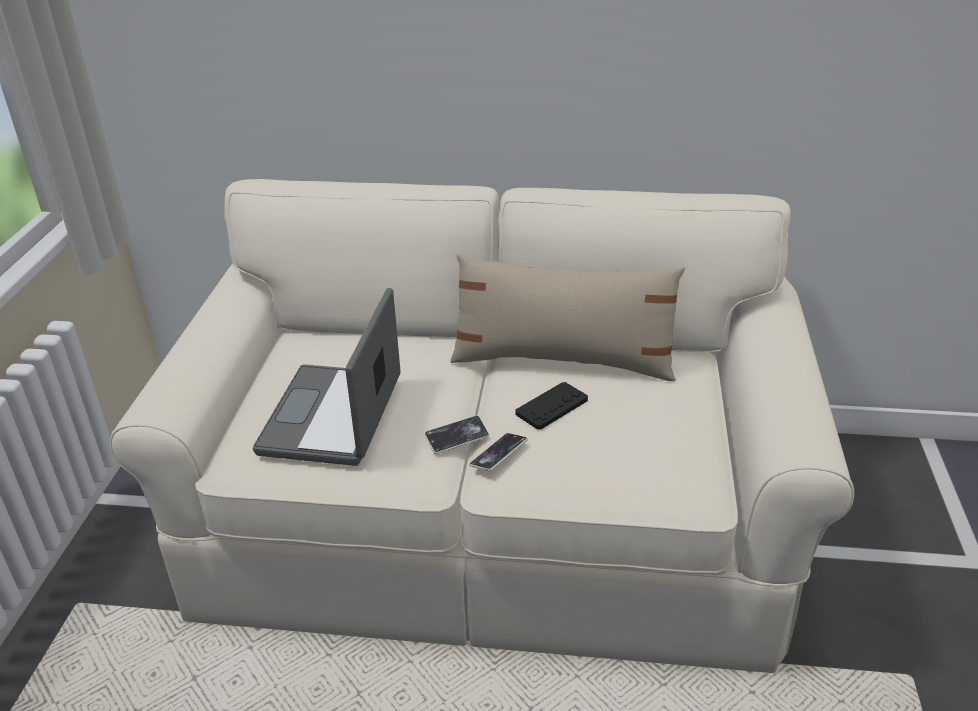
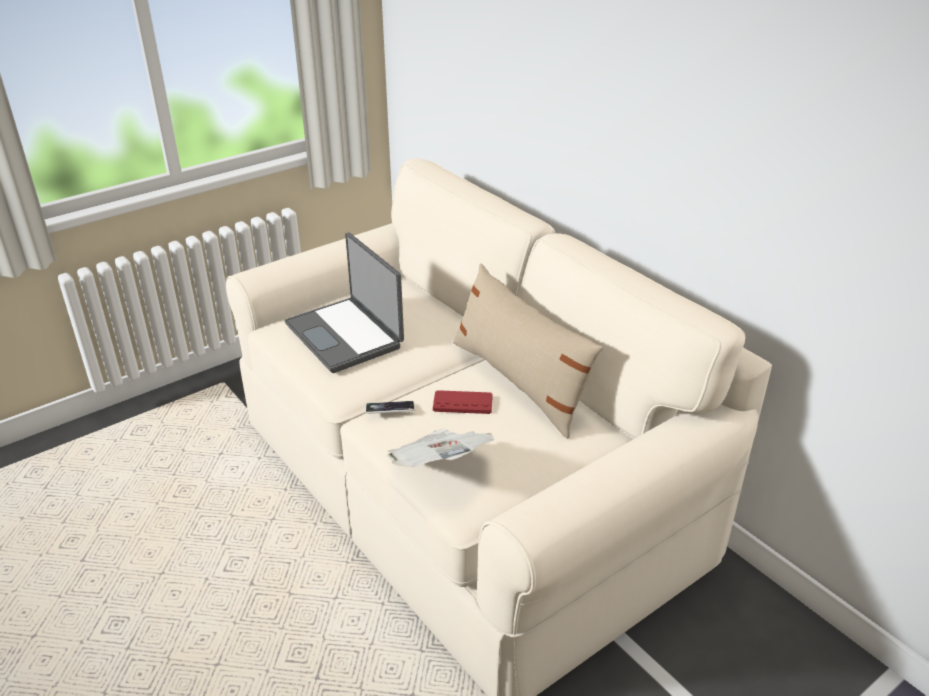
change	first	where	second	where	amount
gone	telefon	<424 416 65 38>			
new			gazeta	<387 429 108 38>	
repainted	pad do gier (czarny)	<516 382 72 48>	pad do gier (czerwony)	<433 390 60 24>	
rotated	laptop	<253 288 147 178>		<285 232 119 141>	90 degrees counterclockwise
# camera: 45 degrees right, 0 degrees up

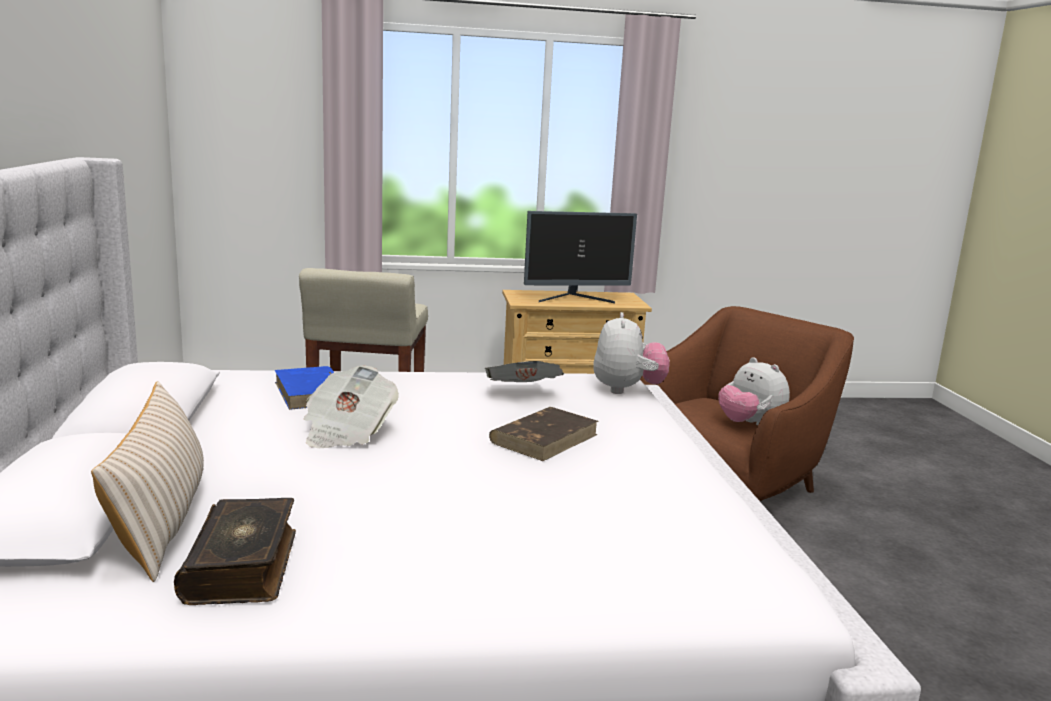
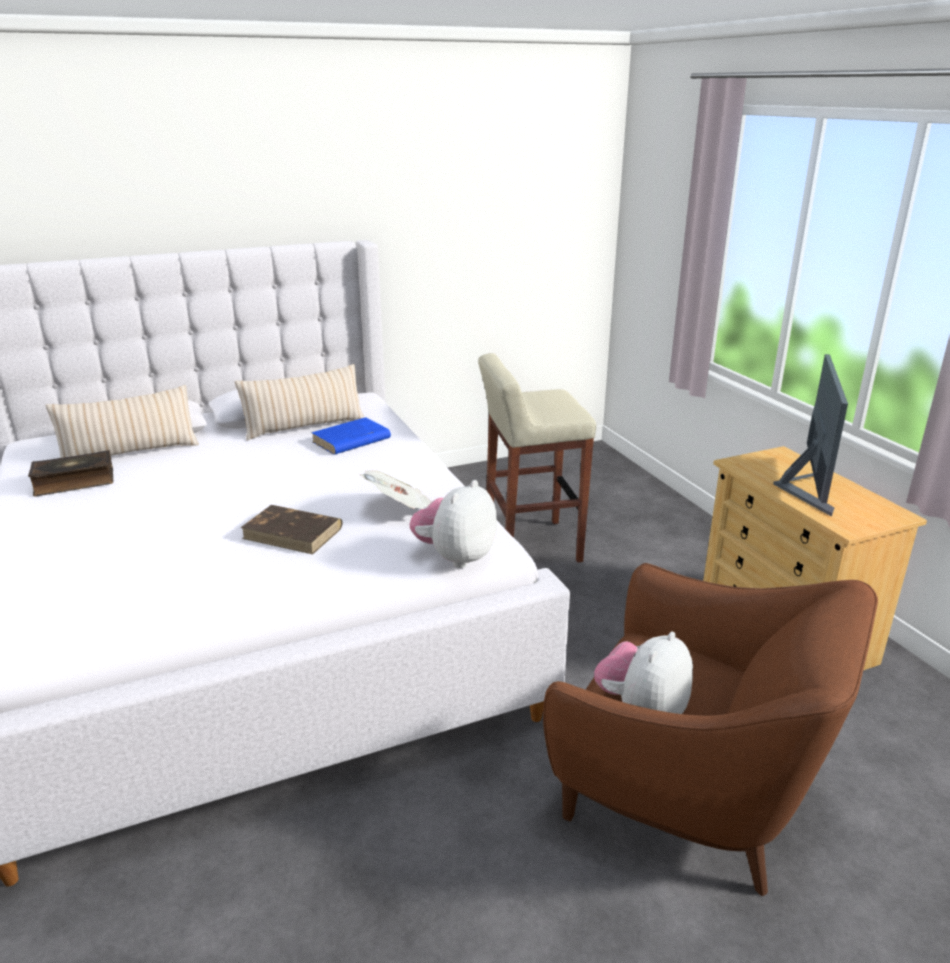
change	first	where	second	where	amount
gone	gazeta	<303 365 96 83>			
new			poduszka (beżowy)	<235 364 129 76>	
rotated	monitor	<524 211 113 92>		<773 354 75 162>	135 degrees counterclockwise
rotated	pluszak	<593 312 77 82>		<409 480 88 88>	135 degrees clockwise
# camera: 75 degrees right, 10 degrees up

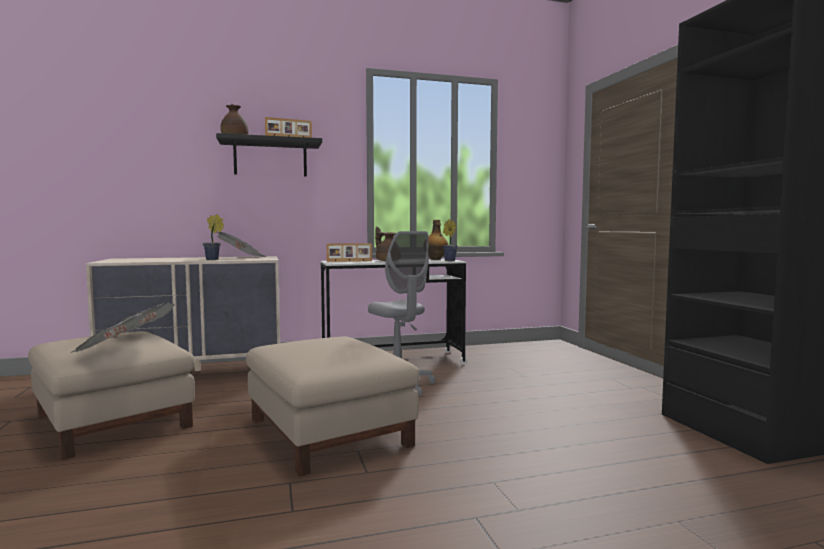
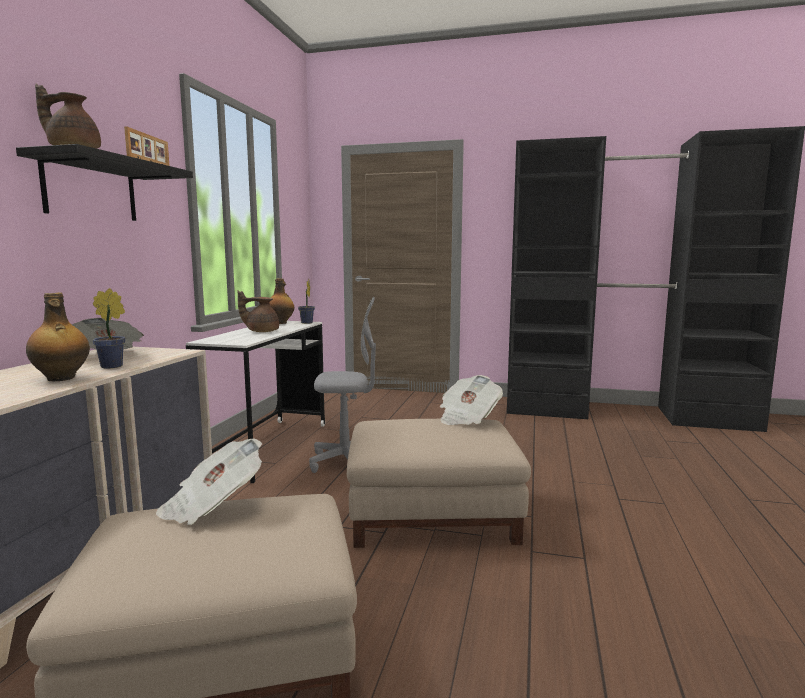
change	first	where	second	where	amount
gone	ramka na zdjęcie	<327 243 45 19>			
new			butelka	<26 293 64 88>	
shifted	gazeta	<70 312 77 41>		<440 375 63 50>	
# camera: 60 degrees left, 5 degrees up

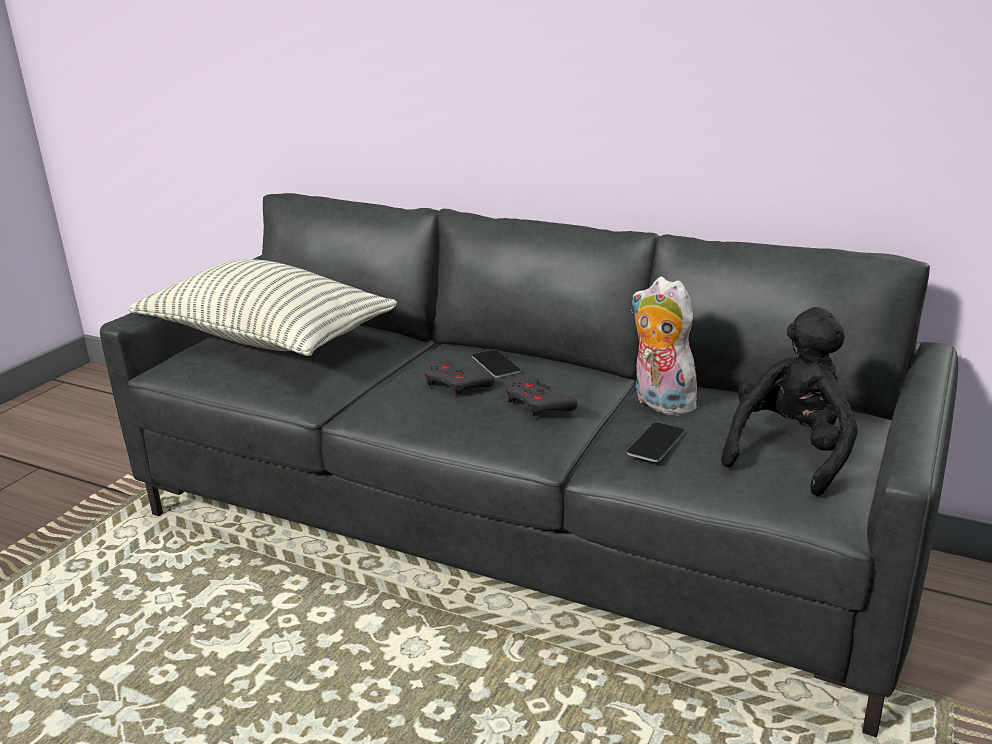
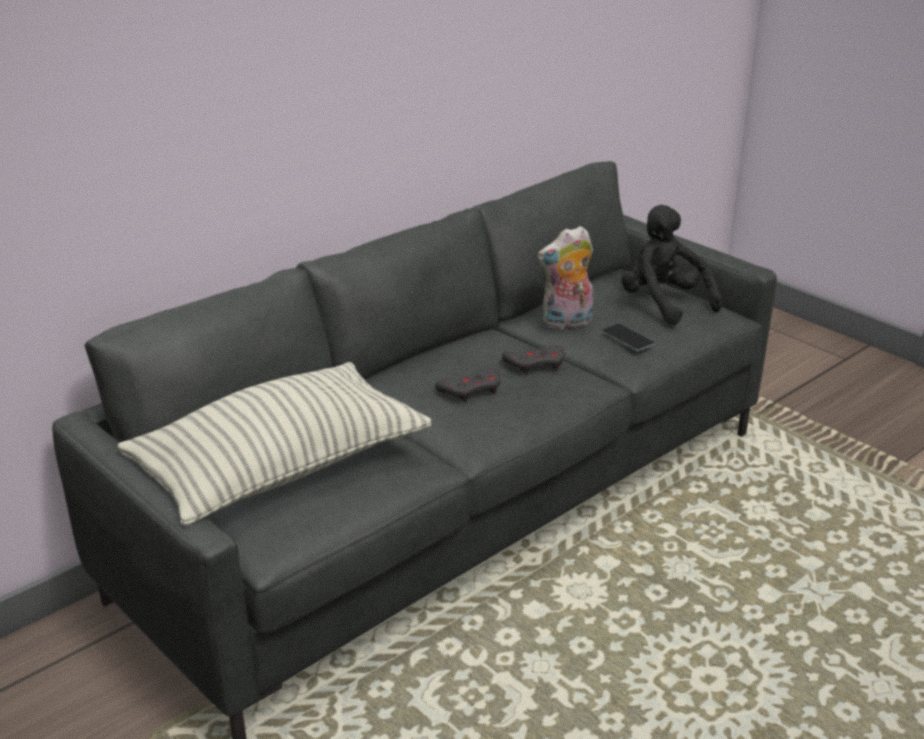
change	first	where	second	where	amount
gone	telefon	<472 350 49 28>			
# camera: 70 degrees left, 5 degrees up

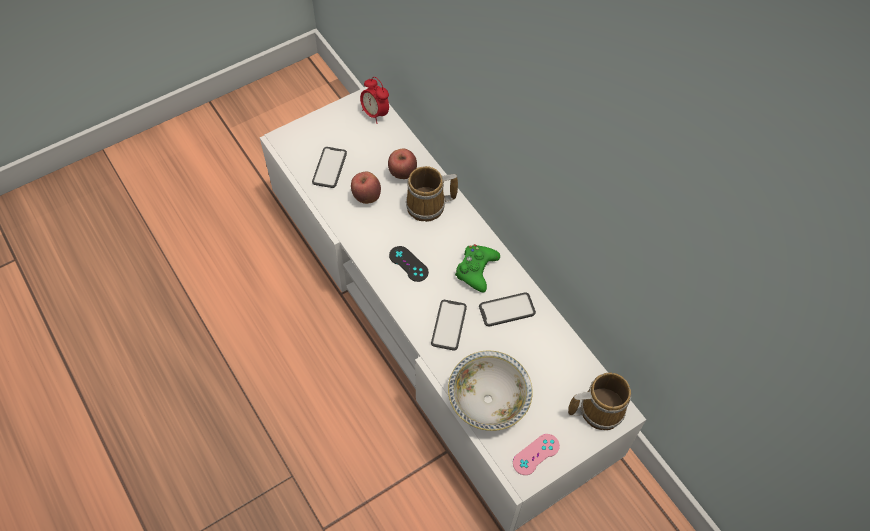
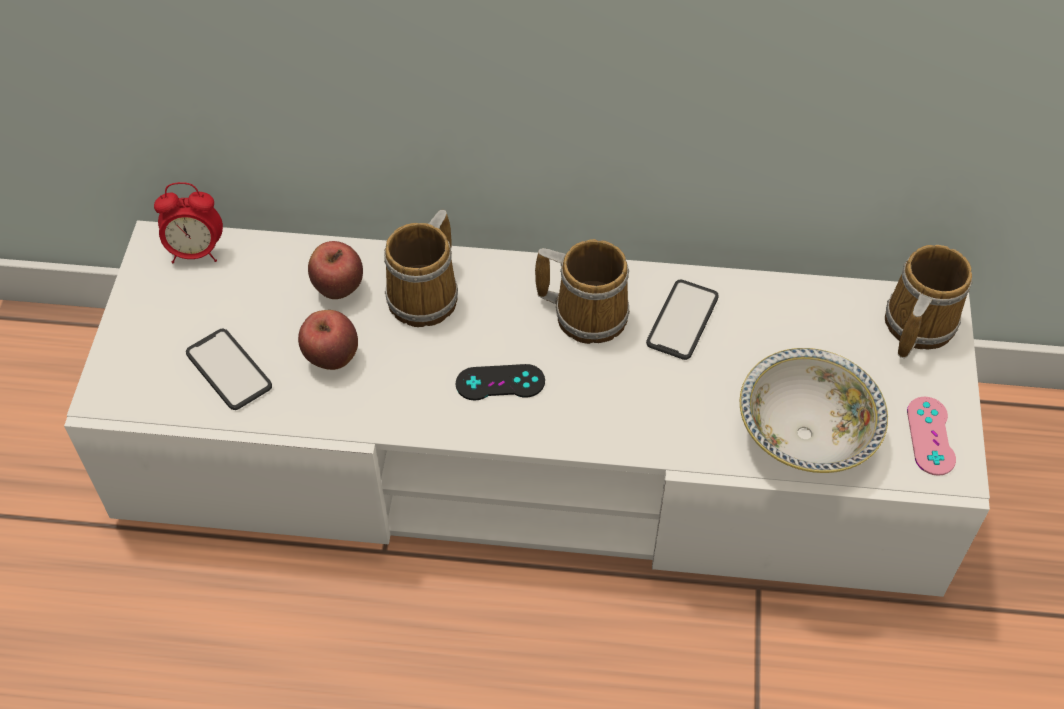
change	first	where	second	where	amount
gone	telefon	<431 300 36 51>			
swapped	pad do gier (zielony)	<455 244 45 48>	kubek	<535 239 95 105>	
# camera: 50 degrees left, 5 degrees down

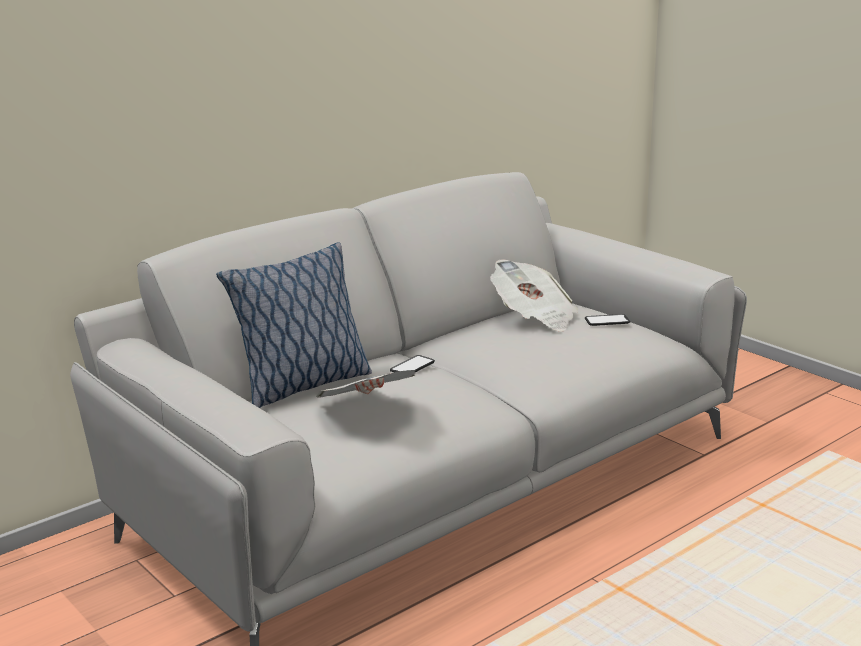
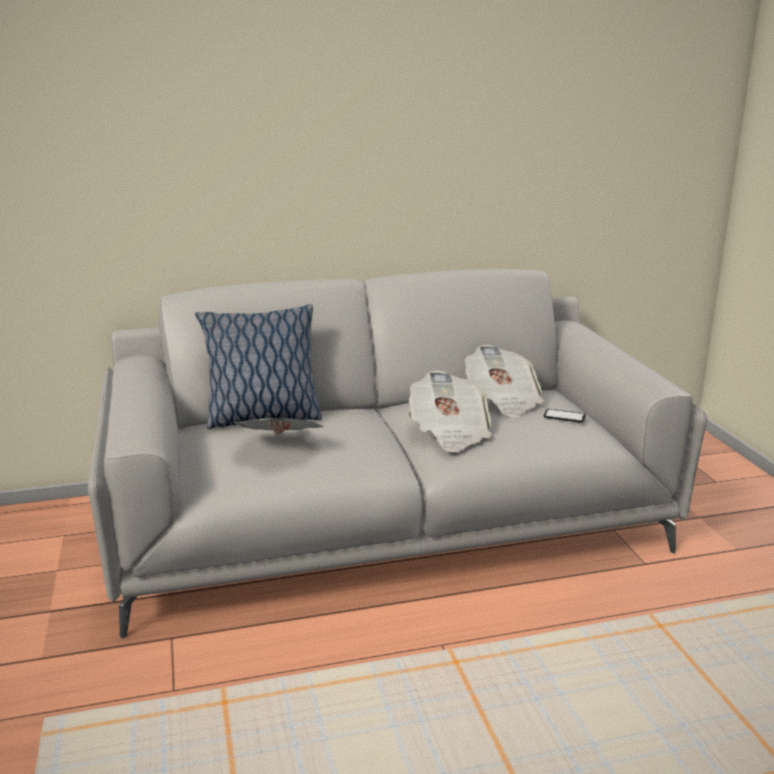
change	first	where	second	where	amount
gone	telefon	<390 355 45 17>			
new			gazeta	<408 370 84 83>	
# camera: 25 degrees right, 0 degrees up

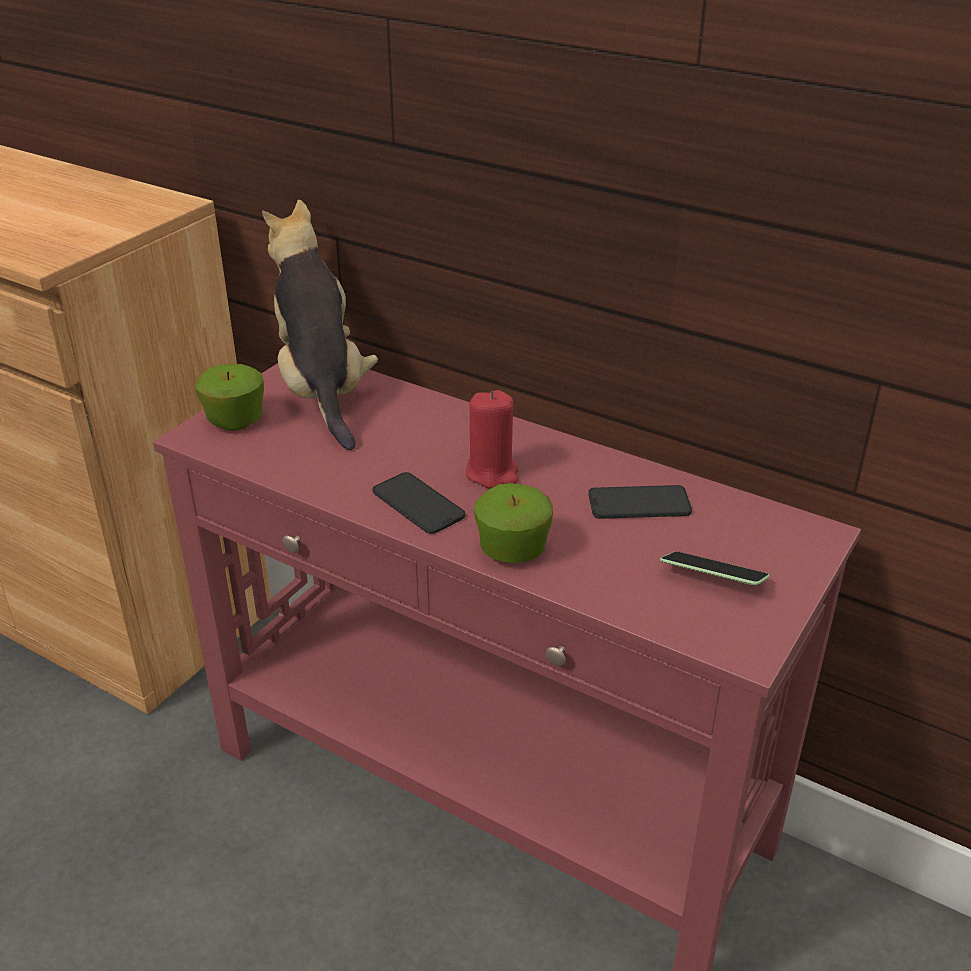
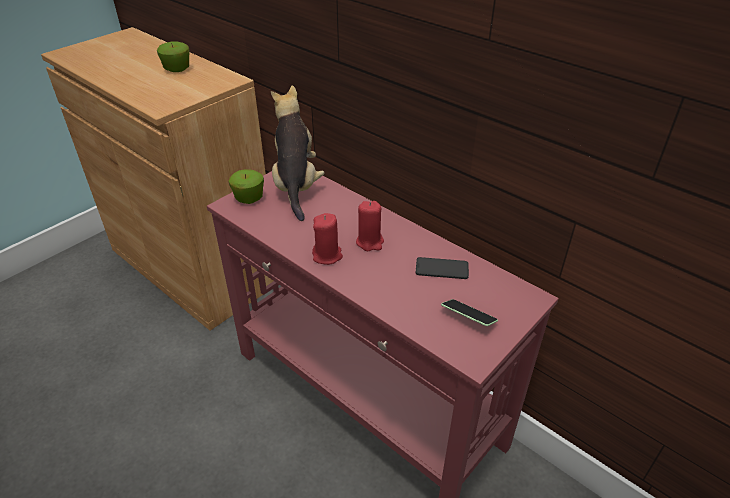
change	first	where	second	where	amount
shifted	jabłko	<474 483 79 80>		<157 41 33 31>	
swapped	telefon	<373 472 92 62>	świeca (czerwony)	<312 213 31 52>	
# camera: 10 degrees right, 5 degrees up

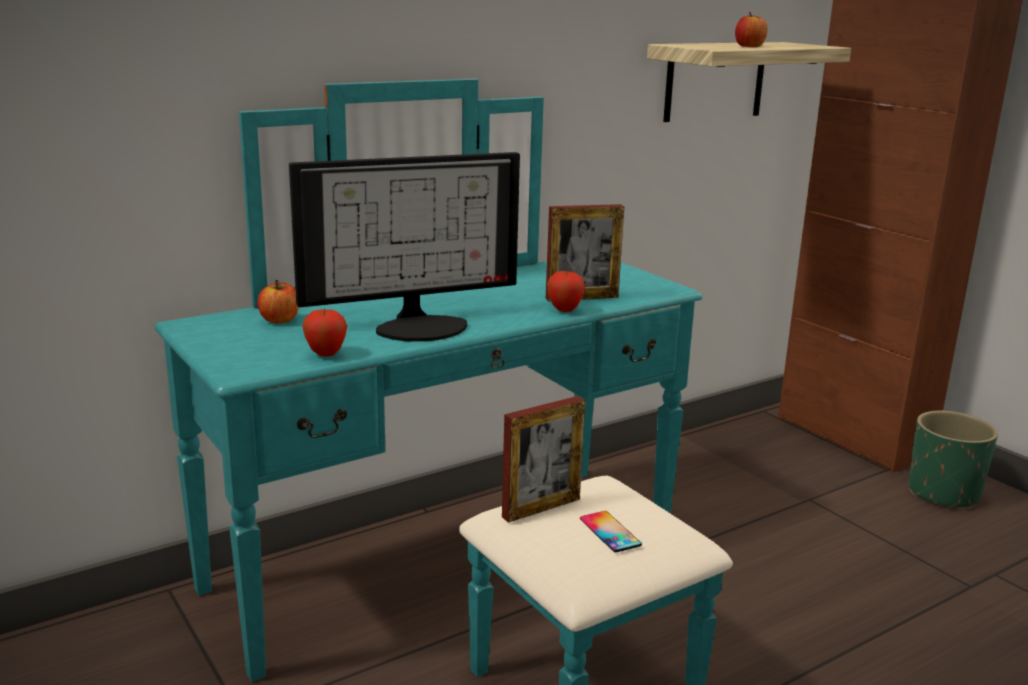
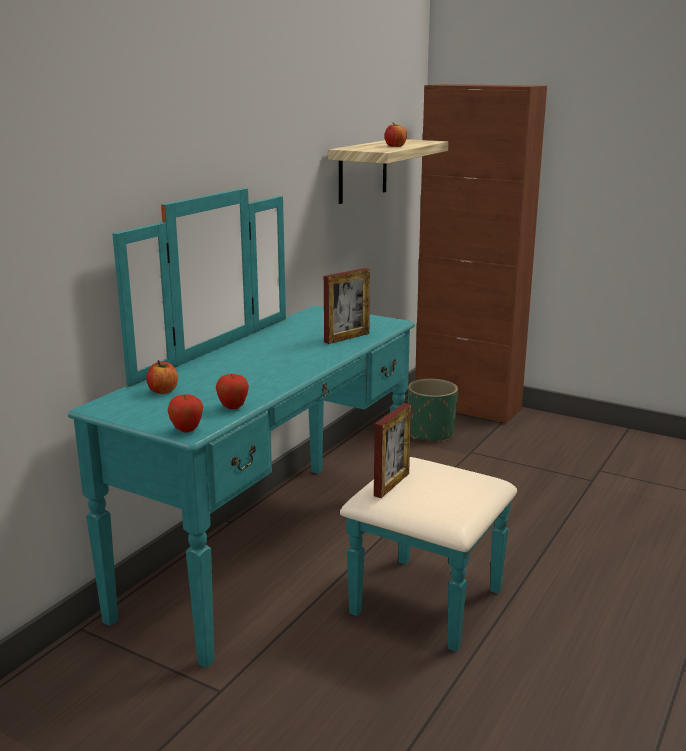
change	first	where	second	where	amount
gone	monitor	<289 152 231 190>			
gone	telefon	<580 511 62 41>			
shifted	jabłko	<547 271 38 41>		<168 394 35 38>	
shifted	donica (zielony)	<909 411 89 99>		<408 379 50 63>	
# camera: 25 degrees left, 0 degrees up

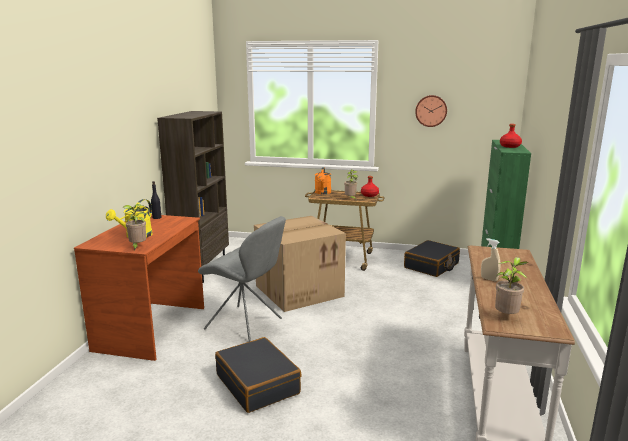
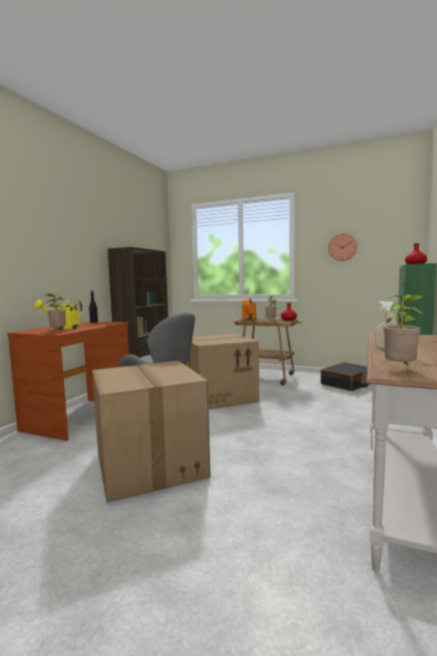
change	first	where	second	where	amount
swapped	walizka (czarny)	<215 337 86 76>	karton	<92 361 119 142>	
# camera: 10 degrees right, 10 degrees down

